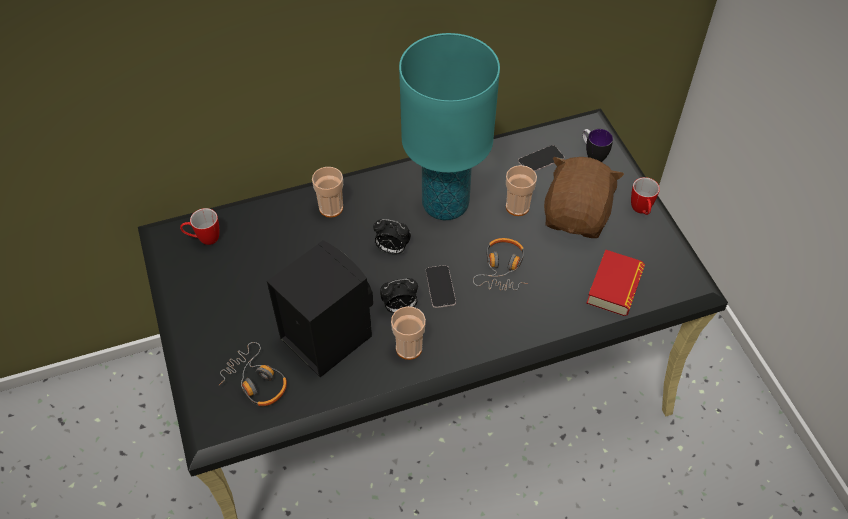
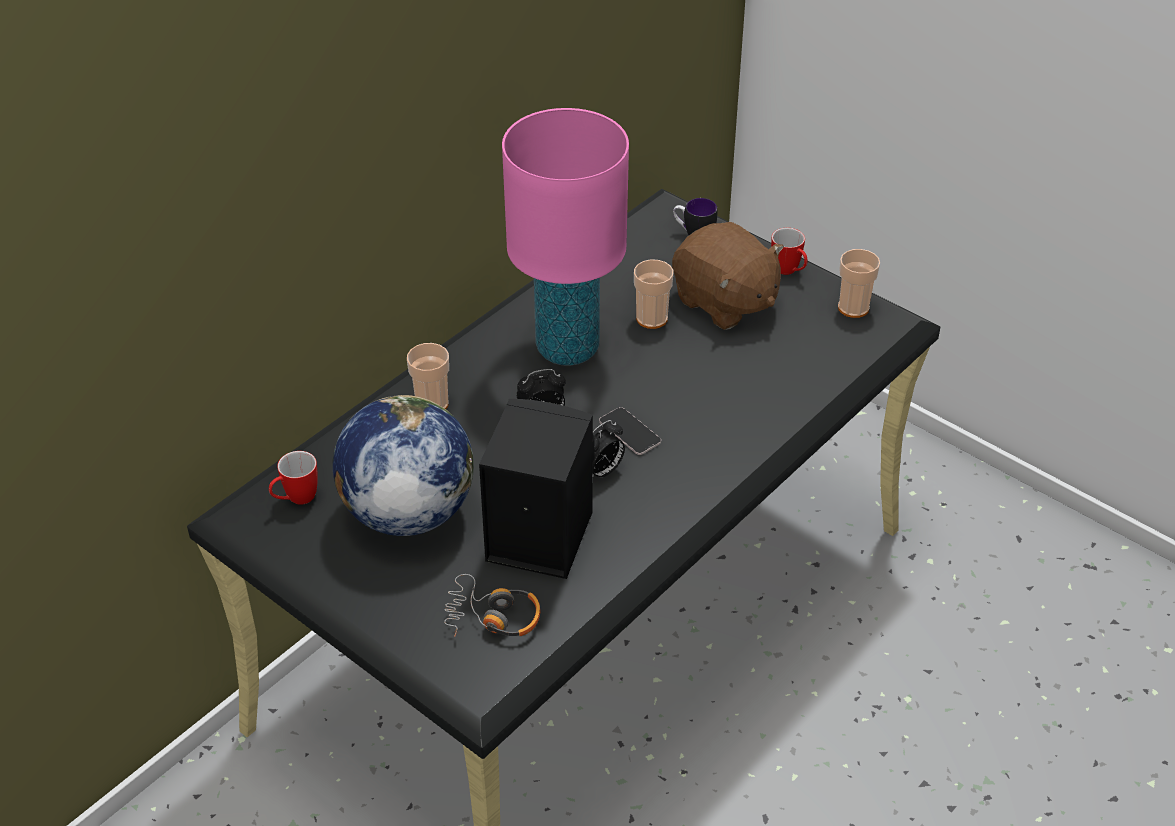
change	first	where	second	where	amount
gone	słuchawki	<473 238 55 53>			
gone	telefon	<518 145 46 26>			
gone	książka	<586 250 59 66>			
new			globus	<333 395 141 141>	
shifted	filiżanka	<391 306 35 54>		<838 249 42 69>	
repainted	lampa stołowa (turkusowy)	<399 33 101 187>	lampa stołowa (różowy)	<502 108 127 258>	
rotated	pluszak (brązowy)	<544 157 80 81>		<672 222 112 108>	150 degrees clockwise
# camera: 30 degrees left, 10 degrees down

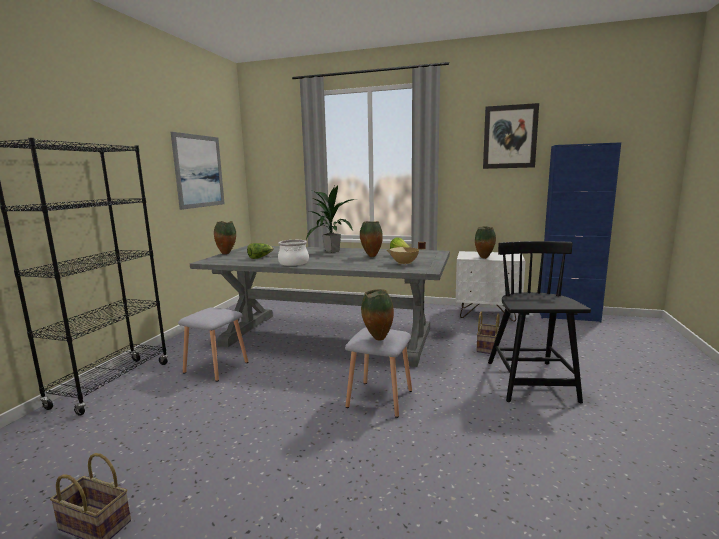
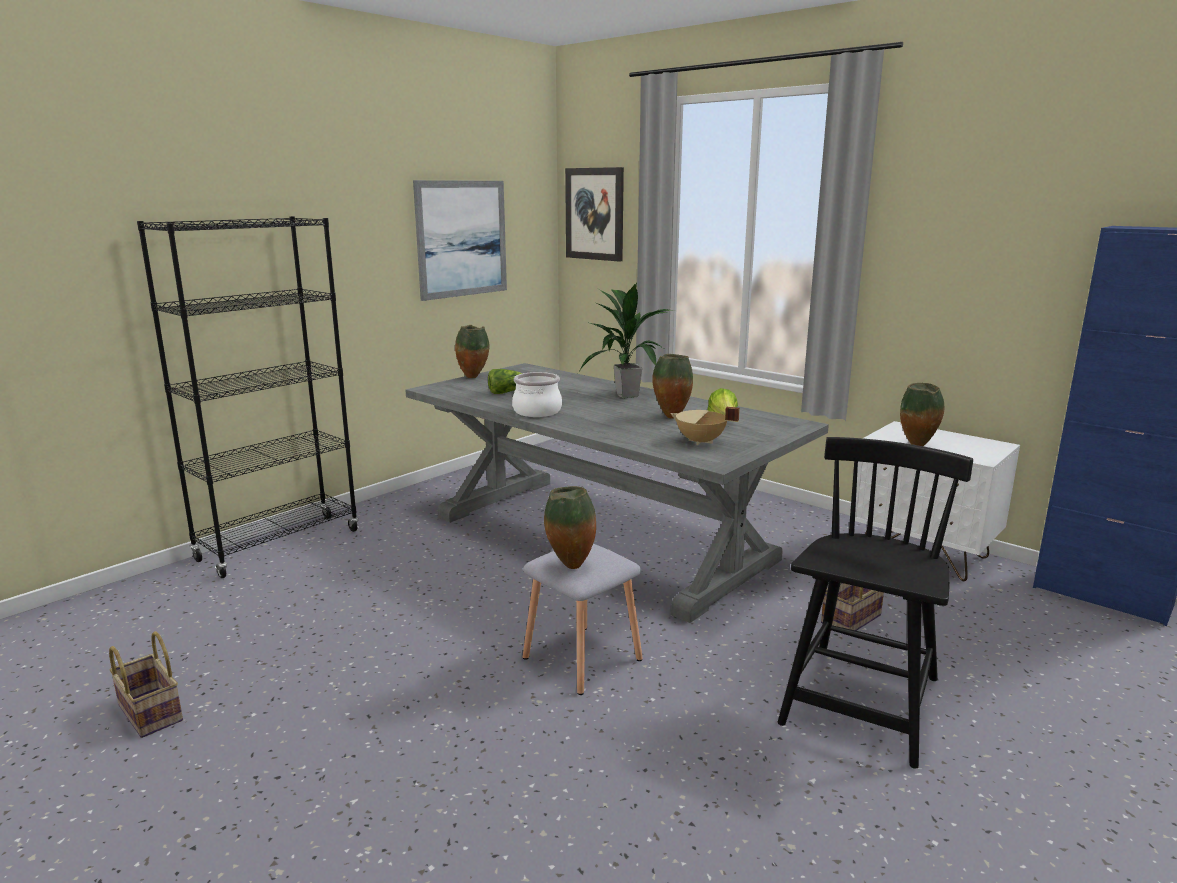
change	first	where	second	where	amount
gone	stołek (szary)	<178 308 70 74>			
shifted	obraz	<483 103 56 66>		<565 167 59 95>	
# camera: 25 degrees right, 5 degrees up

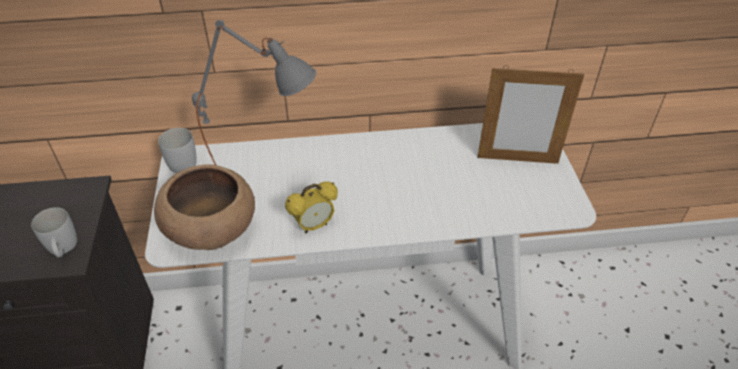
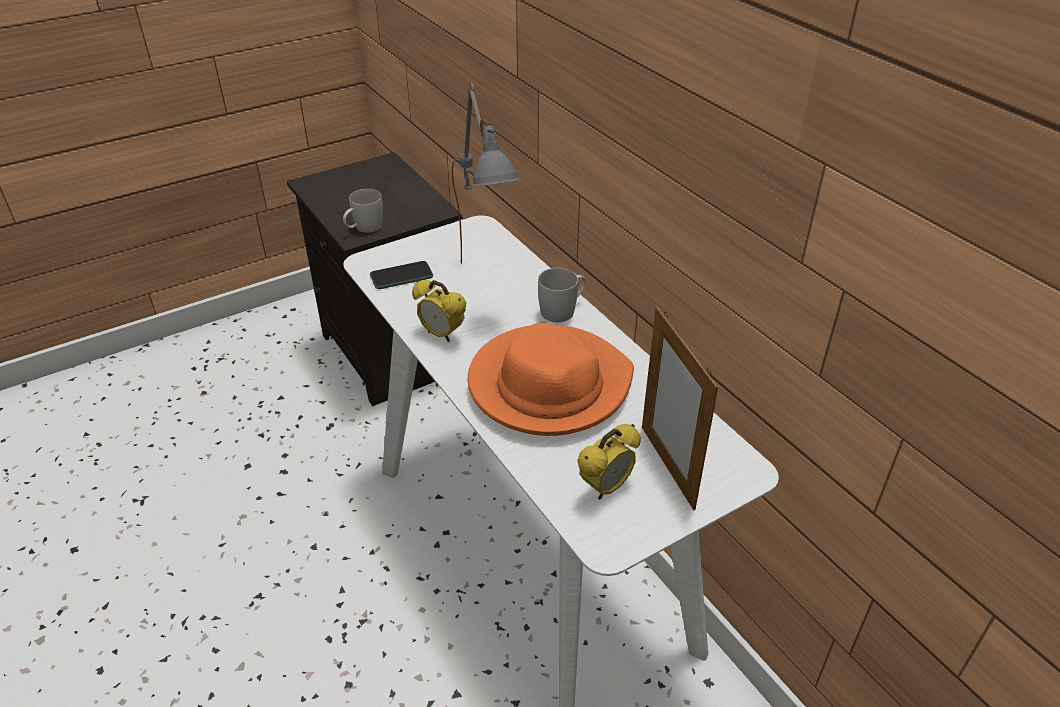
change	first	where	second	where	amount
new			kapelusz (pomarańczowy)	<468 323 166 113>	
new			budzik	<577 424 64 76>	
shifted	kubek (biały)	<158 128 39 45>		<538 268 48 54>	
swapped	miska (brązowy)	<154 164 101 86>	telefon	<370 261 63 28>	
# camera: 65 degrees right, 5 degrees down

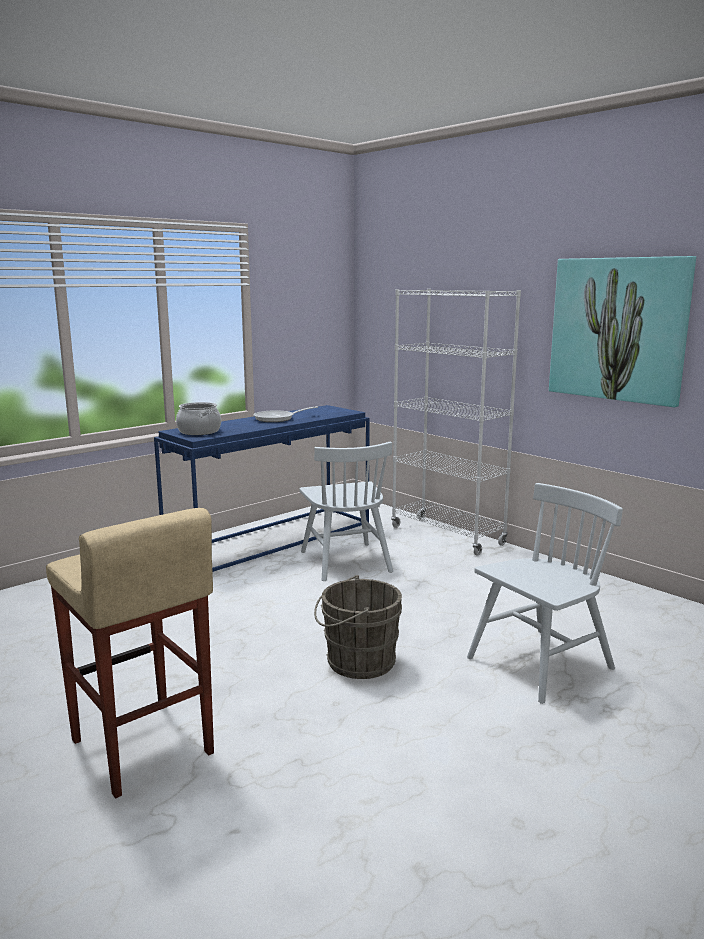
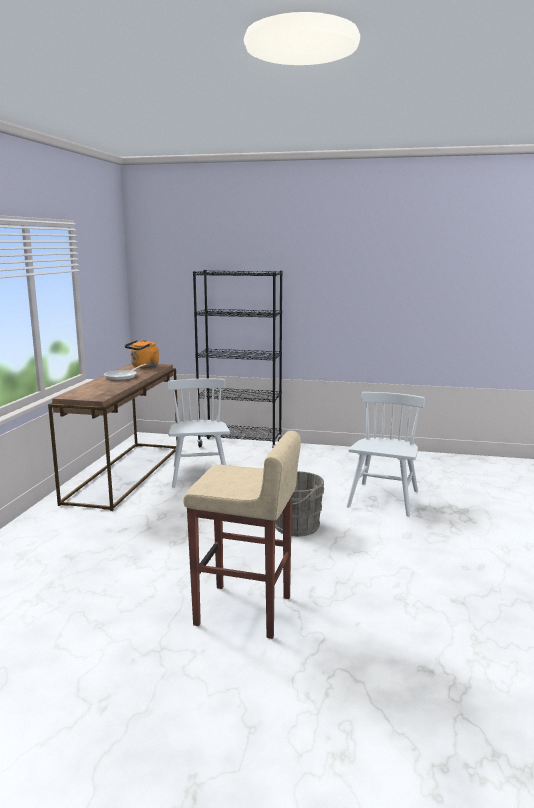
change	first	where	second	where	amount
gone	garnek	<176 402 45 33>			
gone	obraz	<549 256 147 151>			
new			czajnik (pomarańczowy)	<124 340 35 28>	
repainted	stolik konsolowy (niebieski)	<154 405 216 167>	stolik konsolowy (brązowy)	<48 363 130 148>	
repainted	regał (biały)	<391 289 130 267>	regał (czarny)	<193 270 90 178>	
rotated	krzesło (biały)	<299 442 94 139>		<168 379 62 109>	135 degrees counterclockwise
# camera: 35 degrees left, 0 degrees up

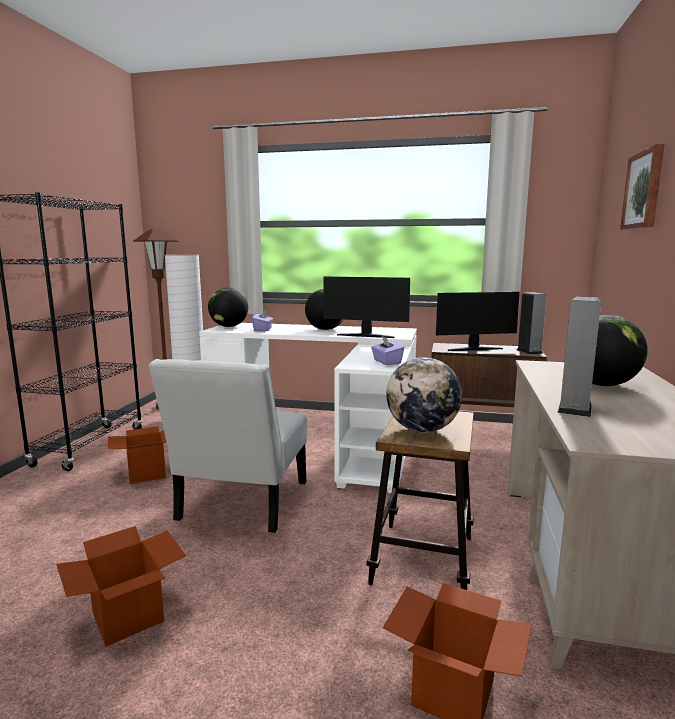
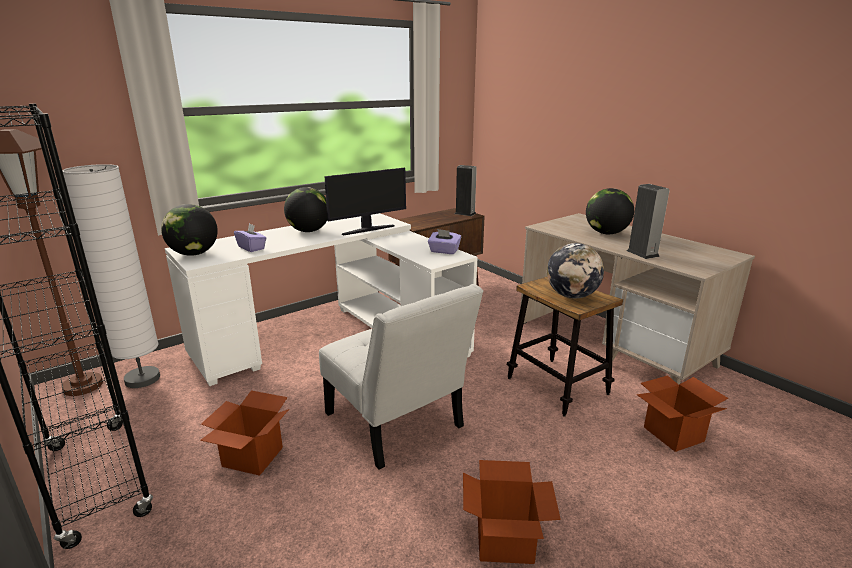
change	first	where	second	where	amount
gone	monitor	<436 292 84 59>			
gone	obraz	<620 144 44 86>			
# camera: 50 degrees left, 10 degrees up

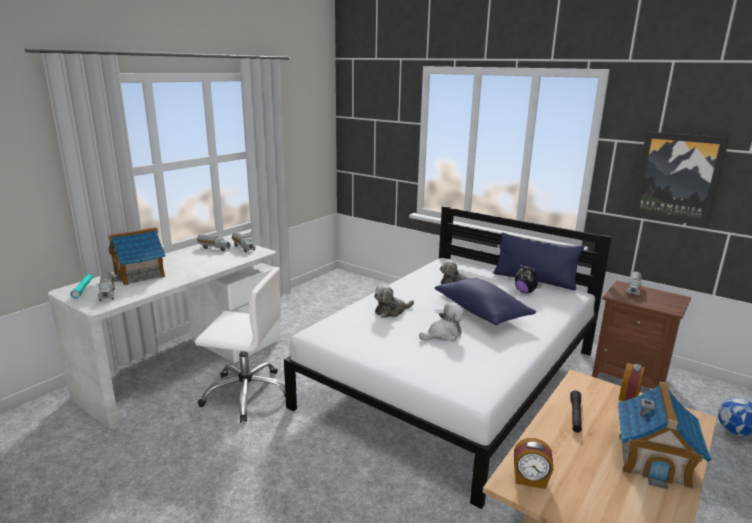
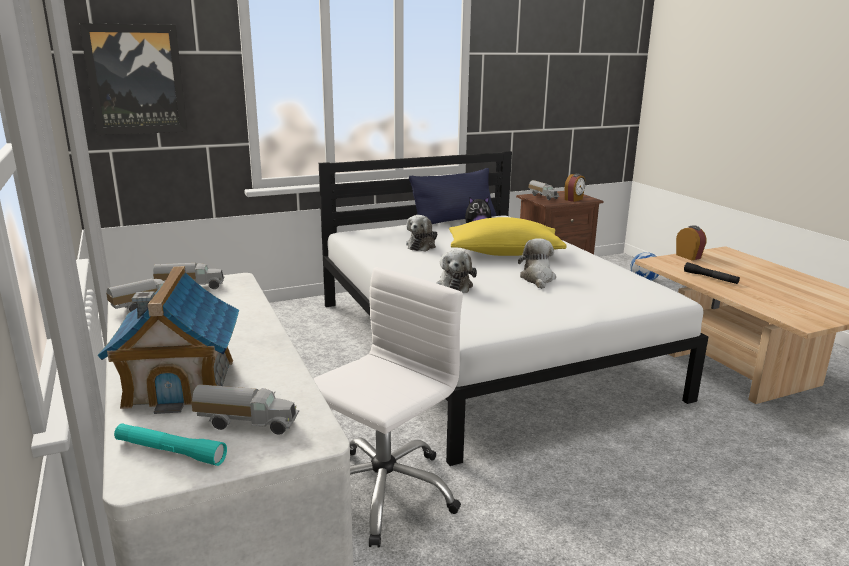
change	first	where	second	where	amount
gone	domek	<618 381 93 108>			
shifted	budzik	<514 438 40 51>		<565 174 21 28>	
shifted	obraz	<631 131 98 96>		<79 23 109 112>	
repainted	poduszka (niebieski)	<434 278 102 48>	poduszka (żółty)	<449 217 118 39>	
# camera: 60 degrees left, 0 degrees up

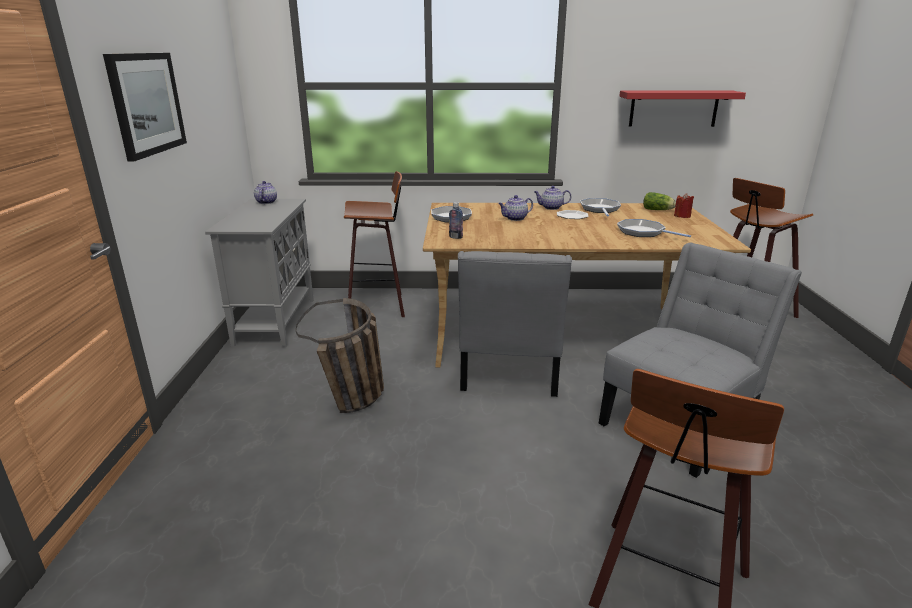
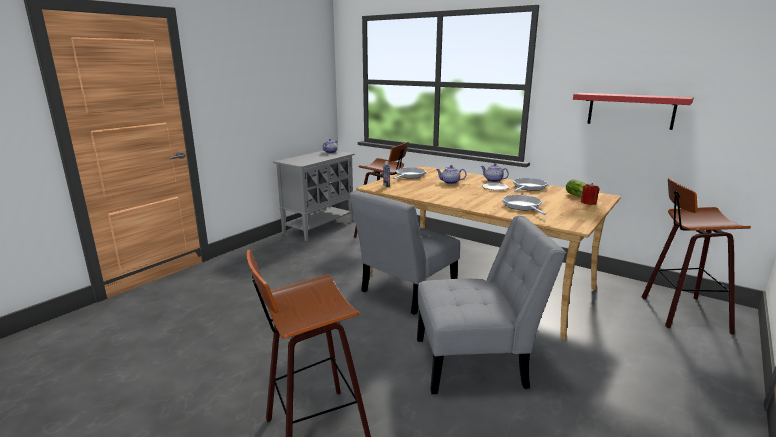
change	first	where	second	where	amount
gone	obraz	<103 53 84 109>			
gone	koszyk	<296 298 88 115>			
# camera: 35 degrees right, 5 degrees down

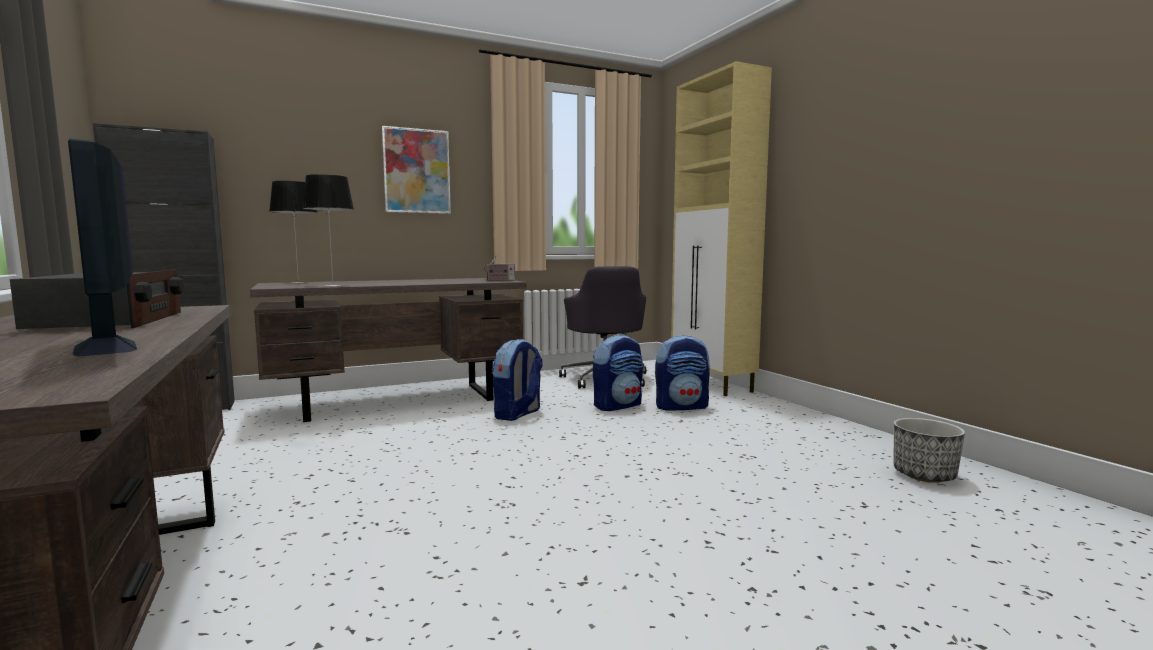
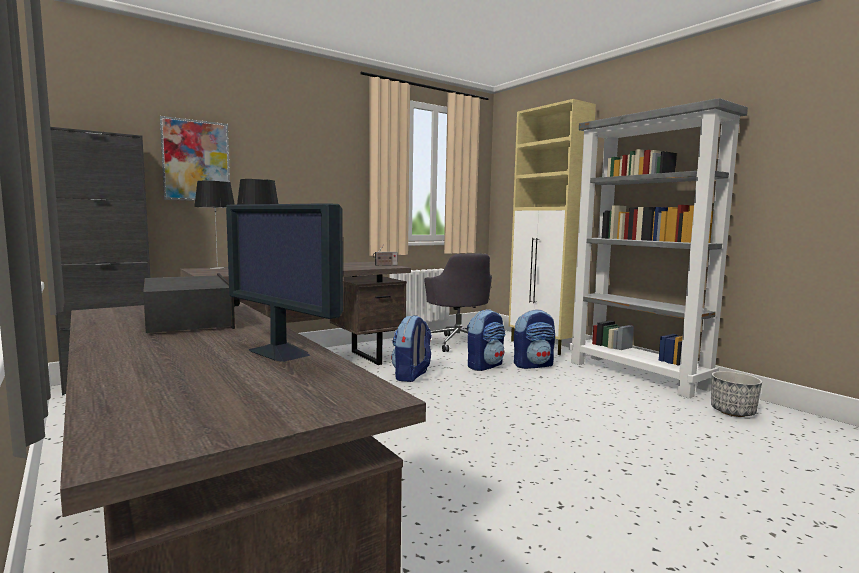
change	first	where	second	where	amount
new			regał (szary)	<569 98 179 301>	
shifted	obraz	<382 126 69 88>		<160 116 70 85>	
# camera: 10 degrees left, 0 degrees up

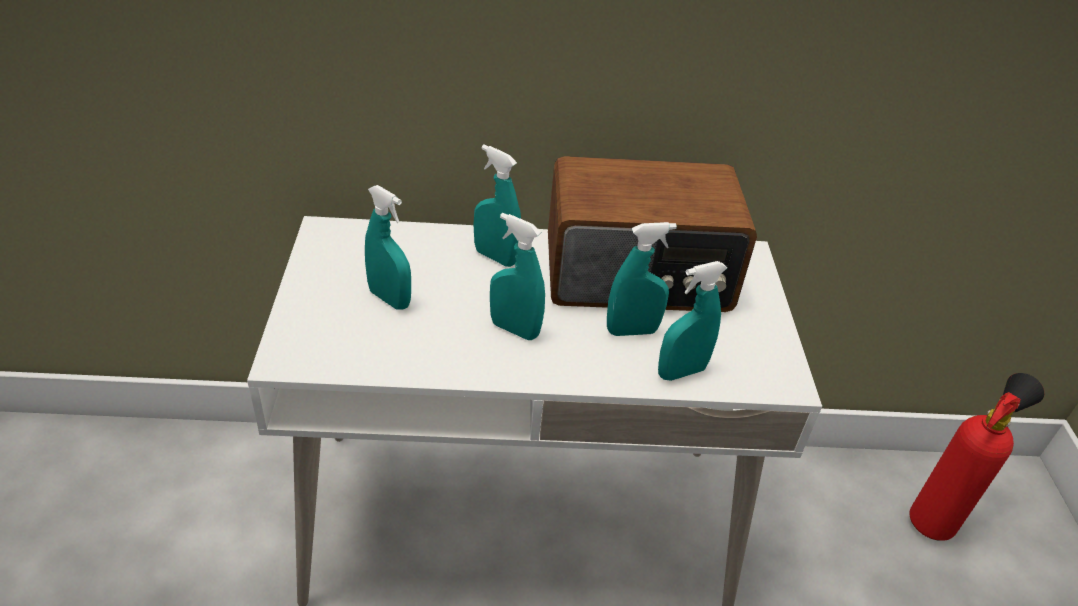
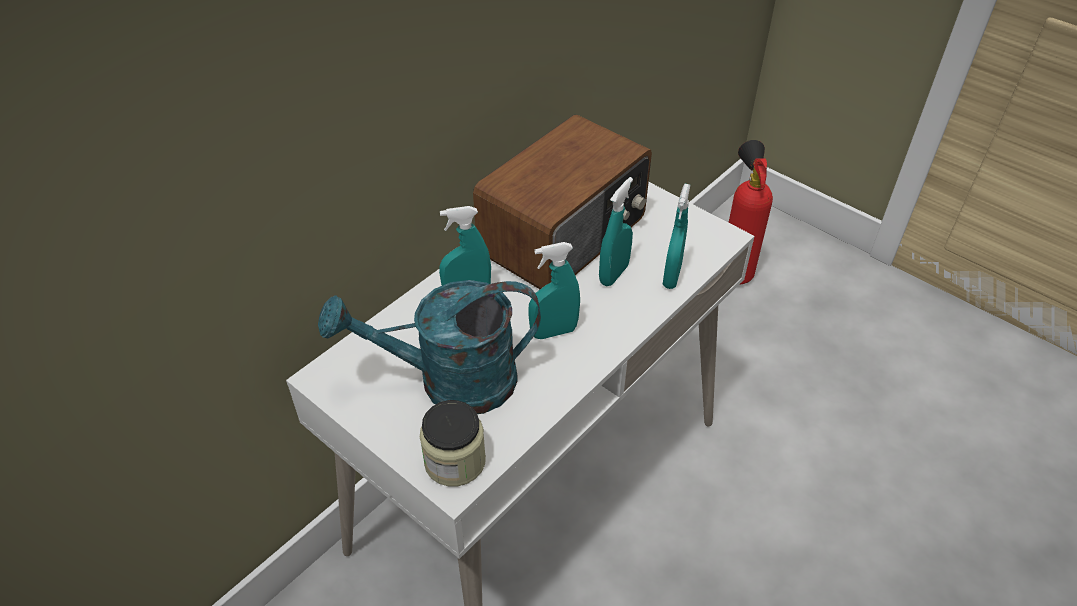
change	first	where	second	where	amount
new			słoik	<420 400 66 86>	
swapped	spryskiwacz (turkusowy)	<365 185 46 125>	konewka (turkusowy)	<318 280 223 134>	
# camera: 45 degrees left, 5 degrees up

